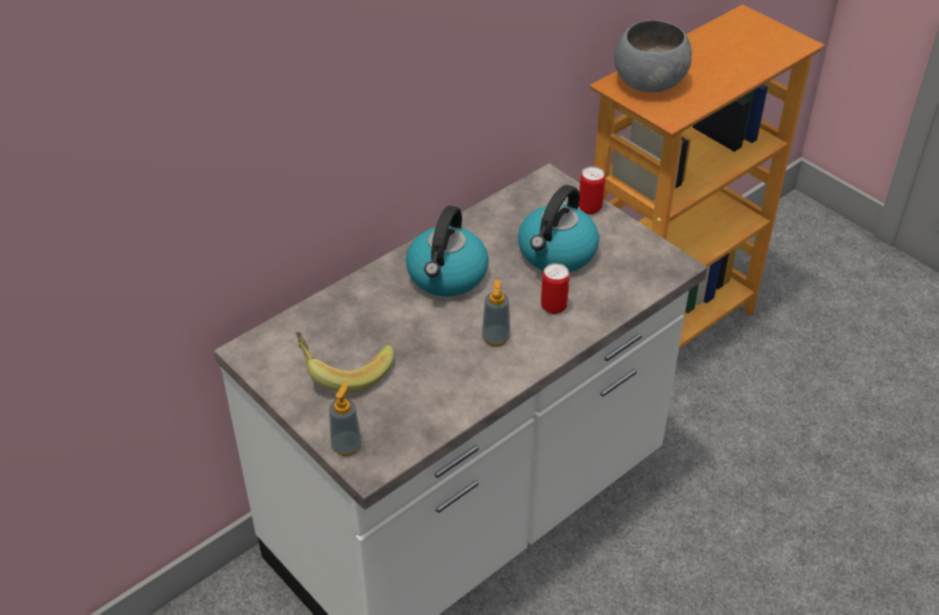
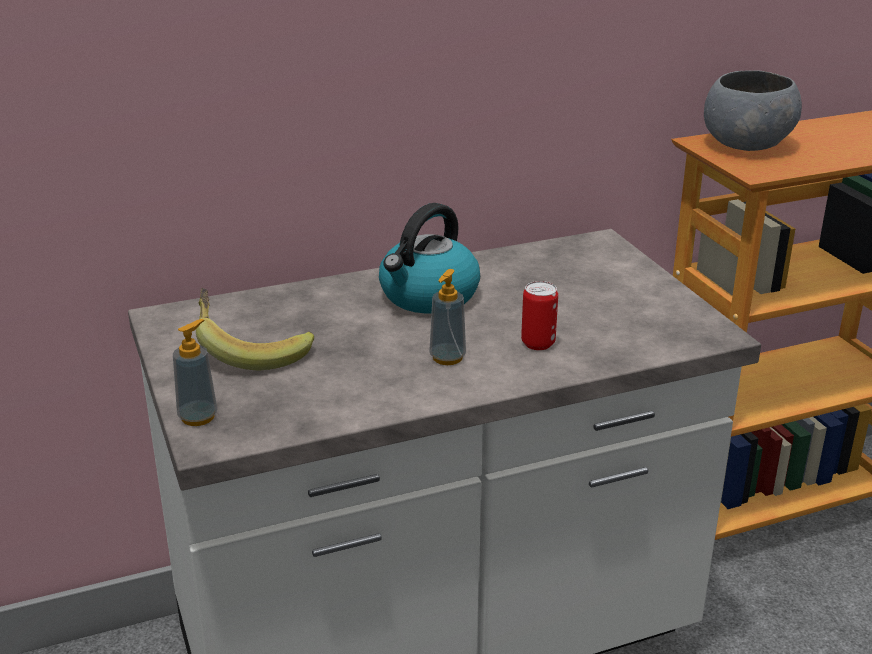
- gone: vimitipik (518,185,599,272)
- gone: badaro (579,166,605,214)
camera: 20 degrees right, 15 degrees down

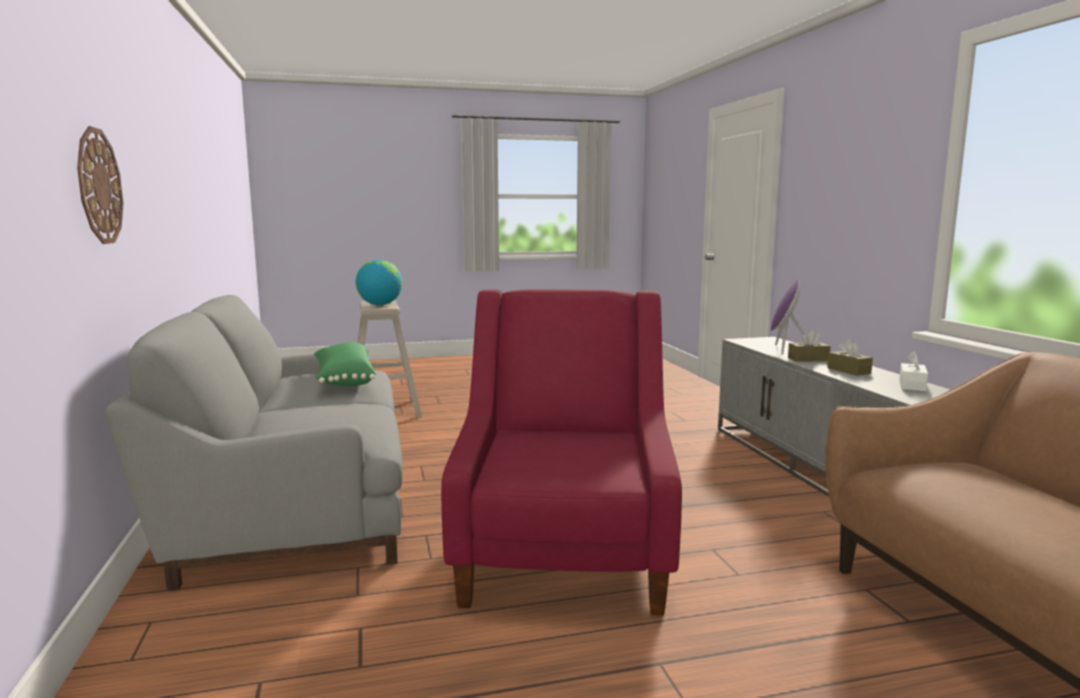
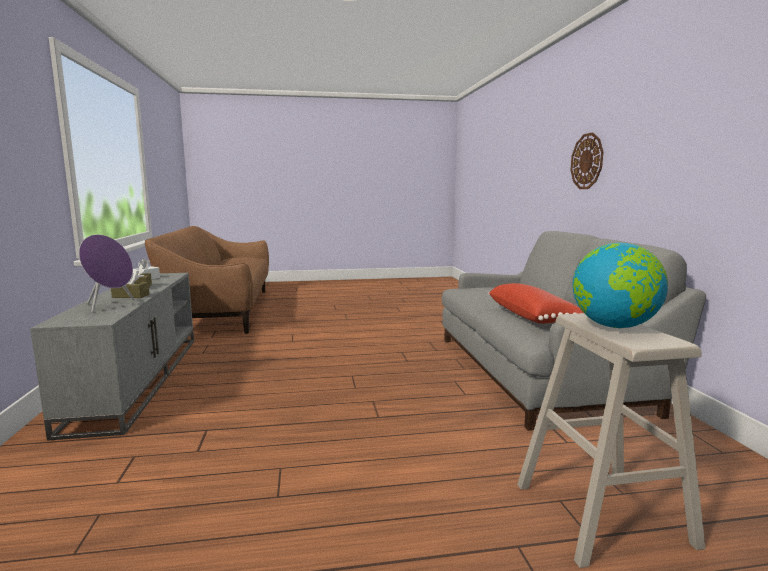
- gone: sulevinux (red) (441,289,682,615)
- repainted: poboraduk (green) (314,342,376,386) to poboraduk (red) (488,283,584,324)
camera: 175 degrees left, 0 degrees up

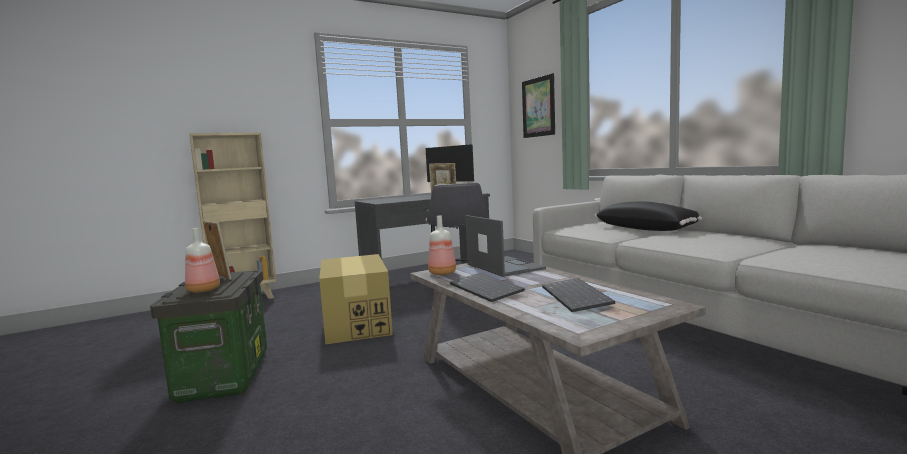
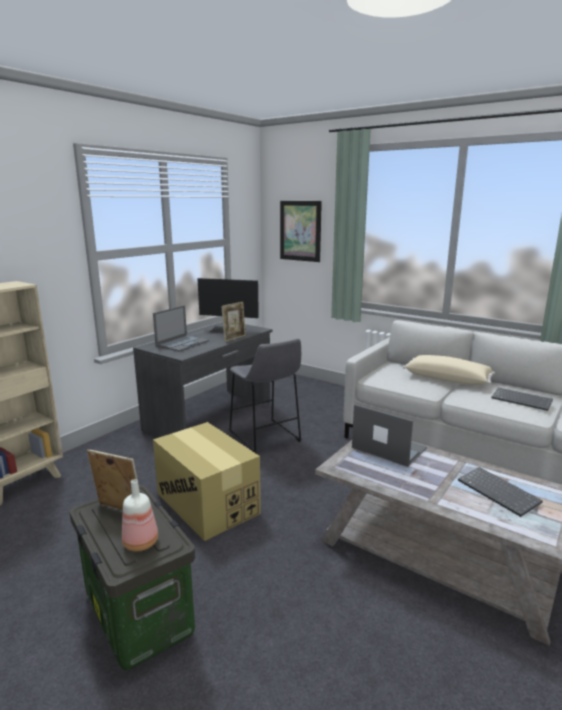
- gone: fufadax (428,215,456,275)
- new: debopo (153,305,209,352)
- shifted: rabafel (450,273,525,302) to (491,388,553,411)
- repainted: poboraduk (black) (594,201,702,231) to poboraduk (beige) (403,355,495,385)
camera: 25 degrees left, 10 degrees up

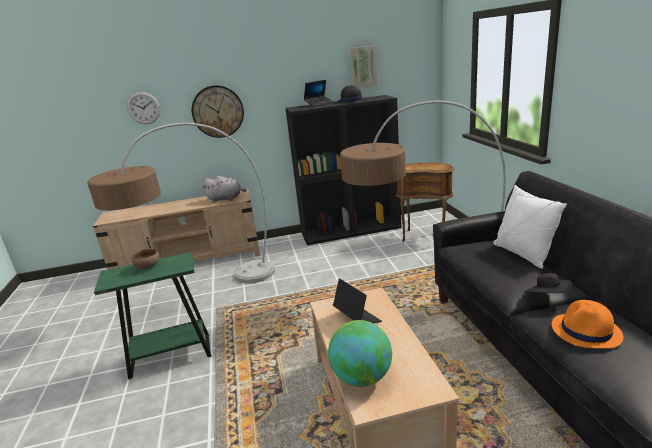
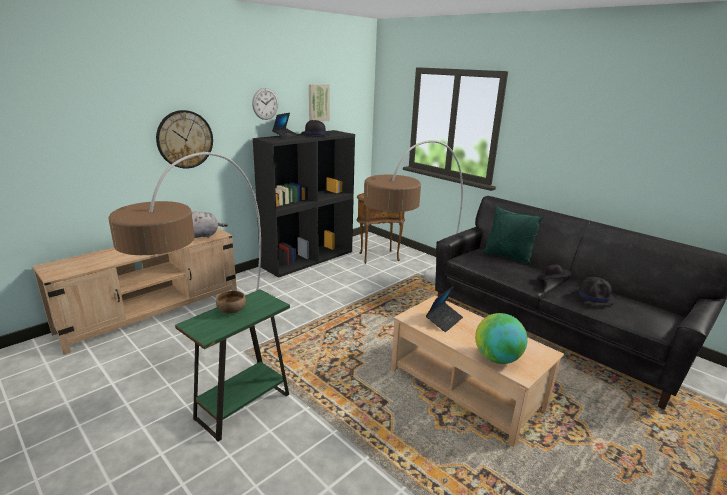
- shifted: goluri (127,92,161,124) to (252,88,278,120)
- repainted: poboraduk (white) (493,185,567,269) to poboraduk (green) (483,206,544,265)
- repainted: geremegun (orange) (552,300,624,348) to geremegun (black) (572,277,616,306)
- rotated: debopo (333,278,382,323) = (426,286,463,332) 105 degrees clockwise
camera: 35 degrees left, 0 degrees up

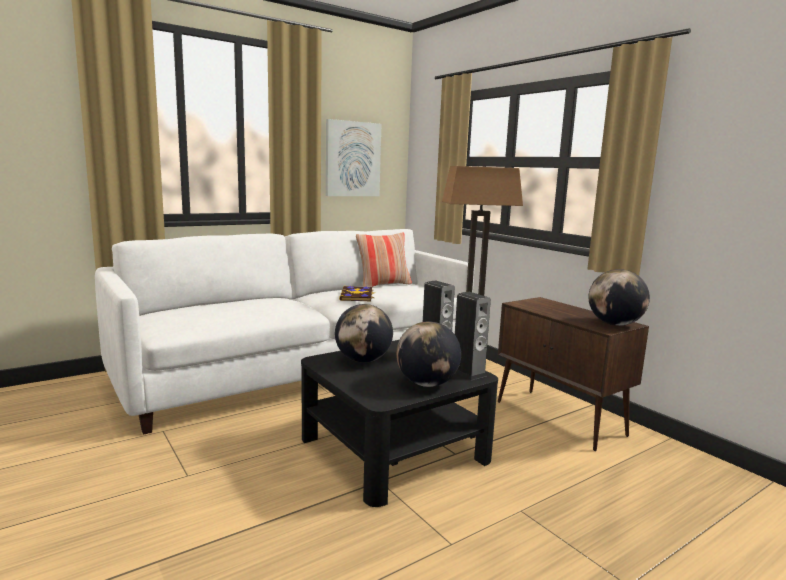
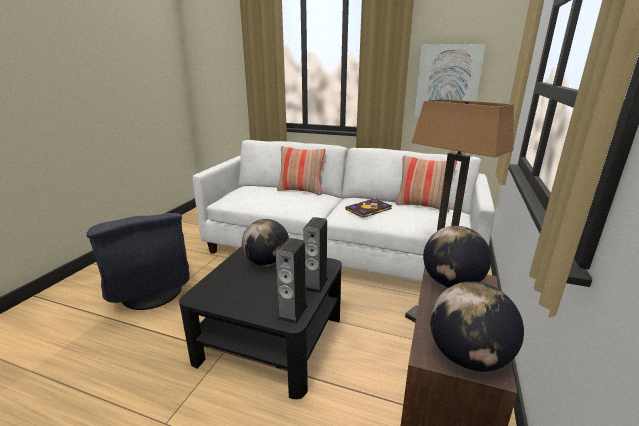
- new: sulevinux (grey) (87,213,190,310)
- new: poboraduk (277,146,325,195)
- shifted: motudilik (396,321,461,387) to (423,226,491,288)
camera: 55 degrees right, 10 degrees up

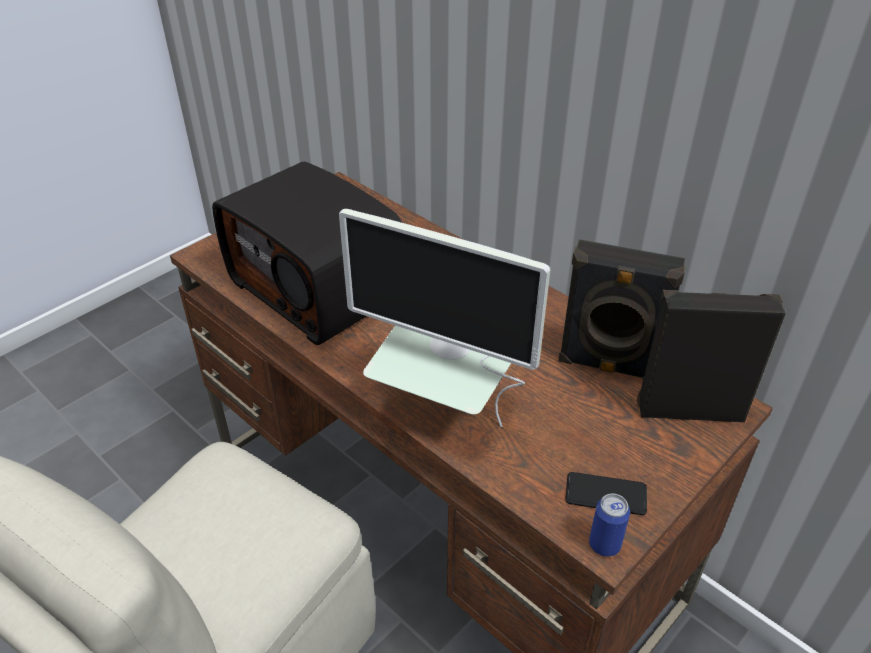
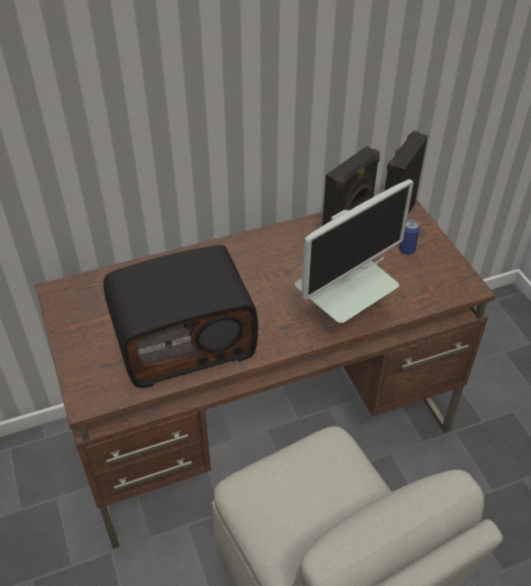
- gone: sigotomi (565,472,647,515)
- shifted: badaro (589,494,630,556) to (399,219,420,255)
camera: 65 degrees left, 5 degrees up

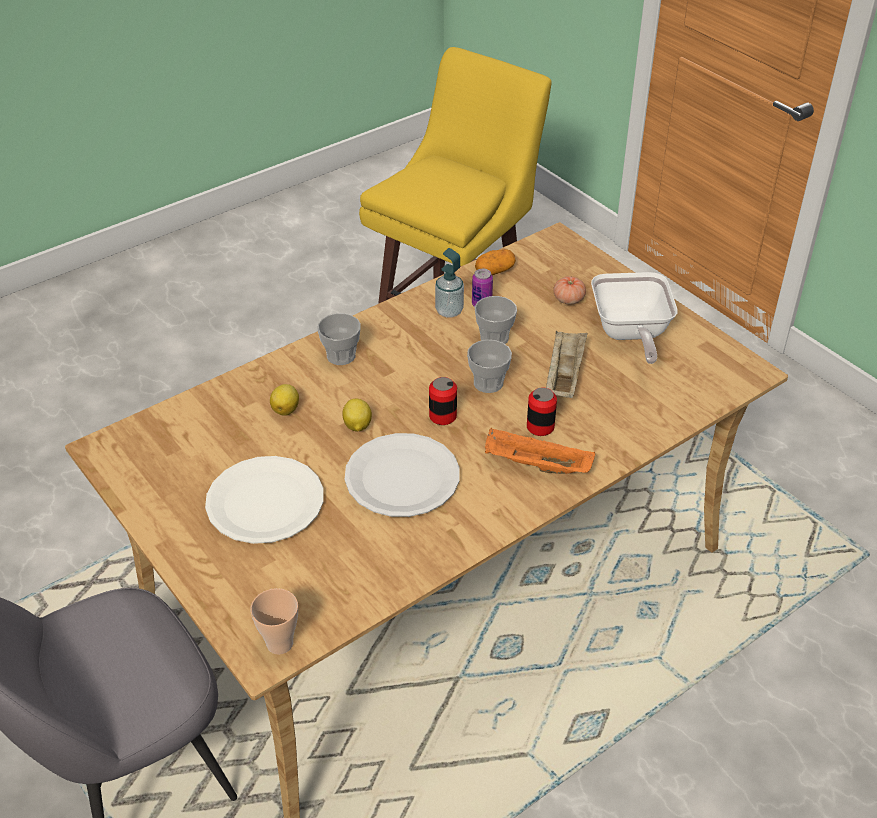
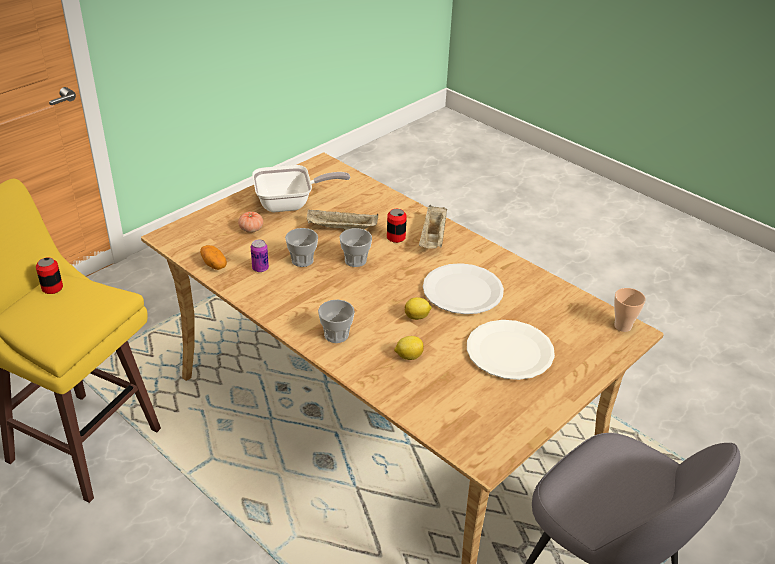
- gone: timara (435,248,464,318)
- shifted: badaro (429,377,457,425) to (36,258,63,294)
- repainted: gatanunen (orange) (485,428,595,474) to gatanunen (beige) (419,205,447,248)
camera: 100 degrees left, 5 degrees down

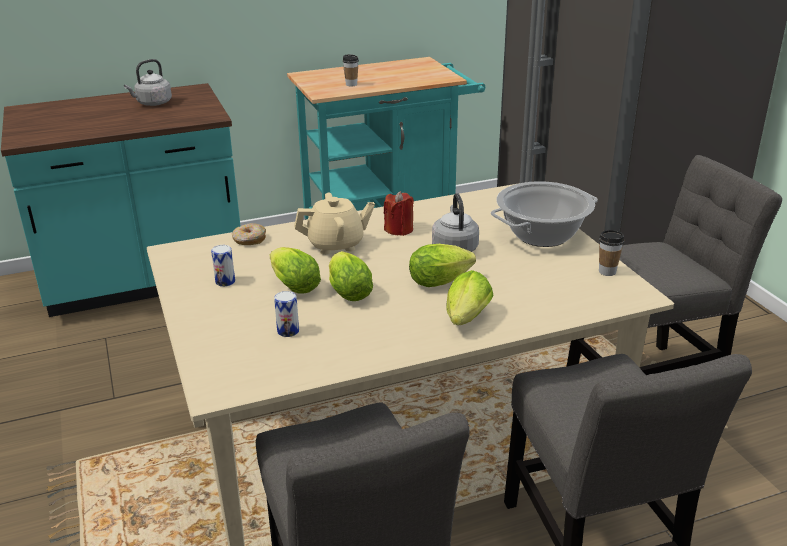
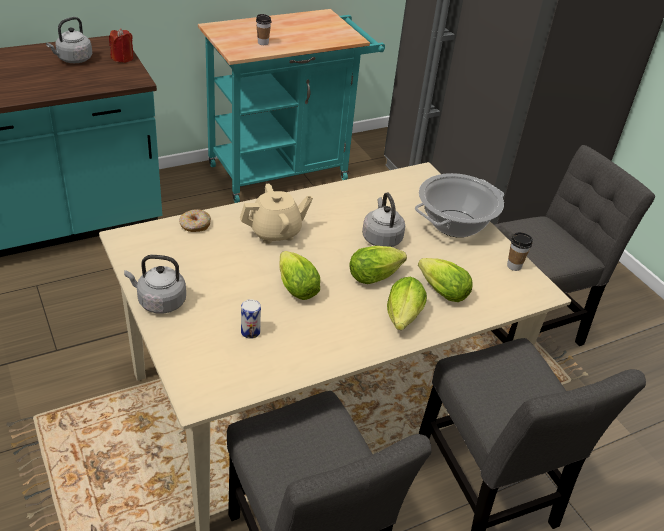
- gone: badaro (211,245,235,287)
- new: vimitipik (grey) (124,255,186,314)
- shifted: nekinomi (270,247,321,294) to (418,258,473,302)
- shifted: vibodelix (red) (384,191,414,236) to (109,28,133,63)
camera: 10 degrees left, 10 degrees up

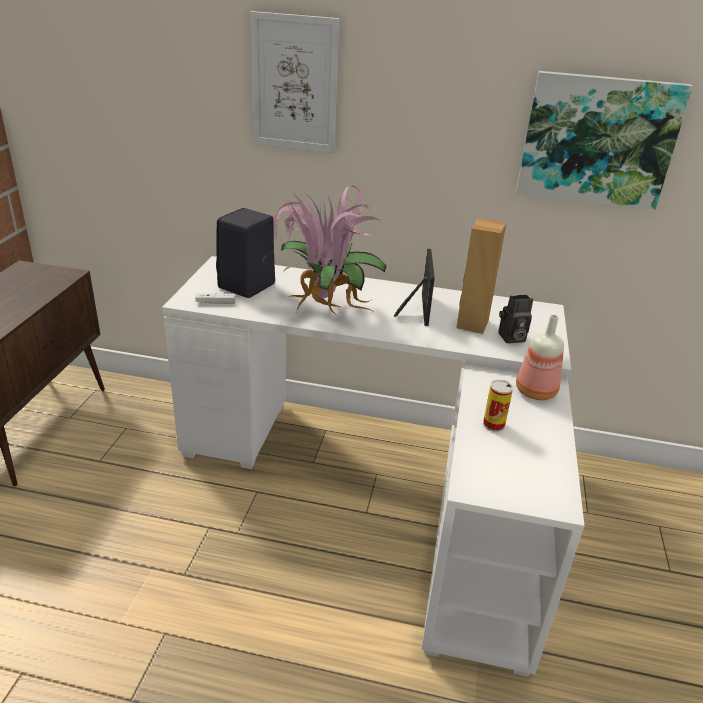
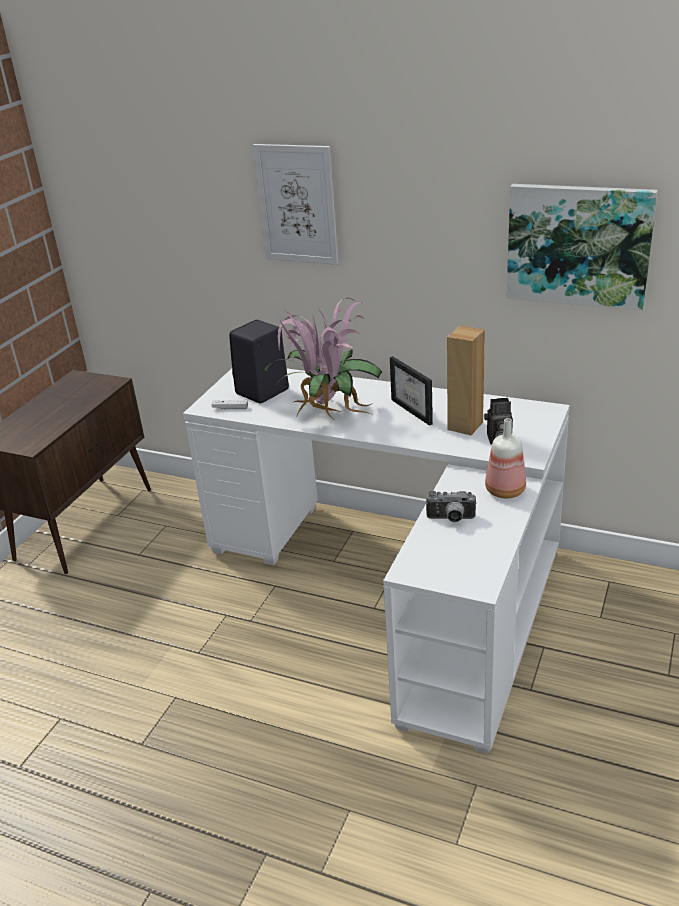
- swapped: badaro (483,380,513,432) to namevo (426,491,477,522)
- rotated: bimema (394,249,435,326) = (390,356,433,426) 135 degrees clockwise
camera: 15 degrees right, 0 degrees up

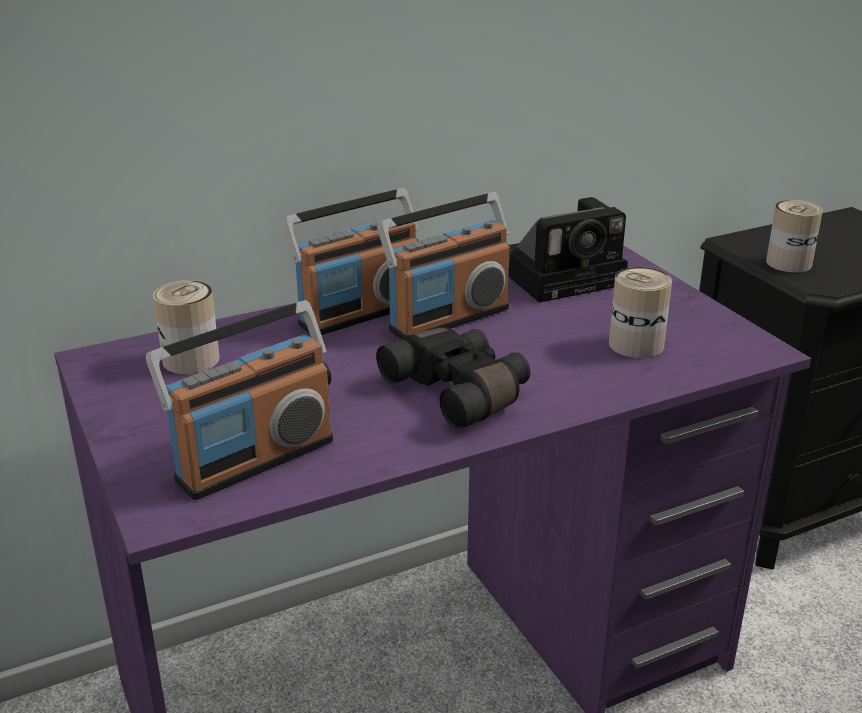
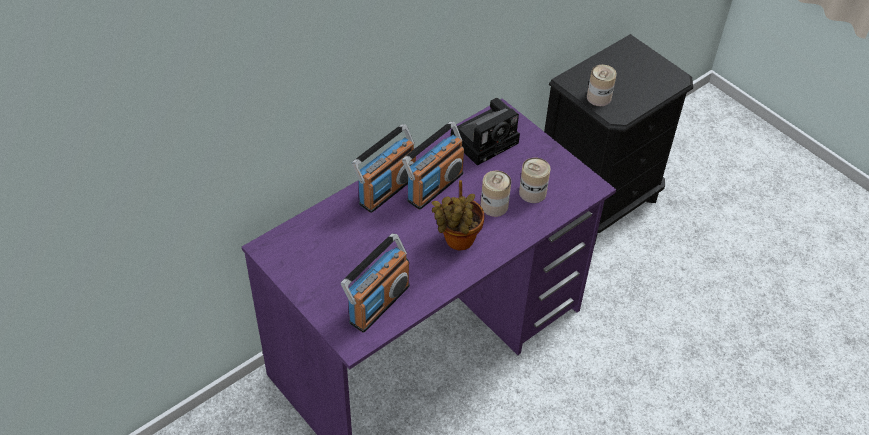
- shifted: badaro (153,280,220,374) to (481,171,511,217)
- swapped: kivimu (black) (376,327,531,429) to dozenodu (432,180,485,250)
camera: 15 degrees left, 20 degrees up

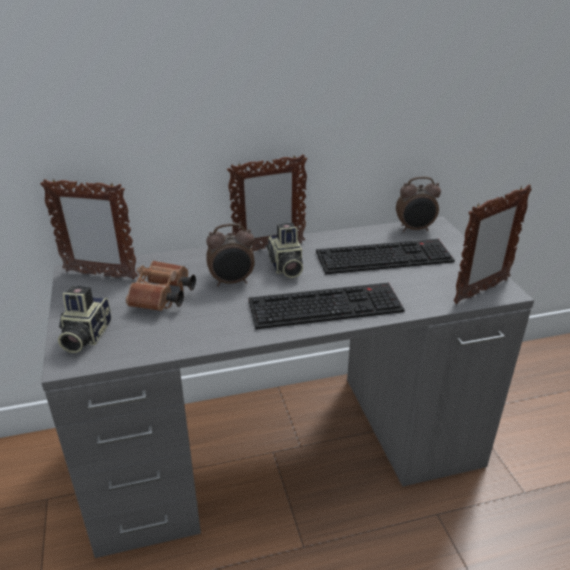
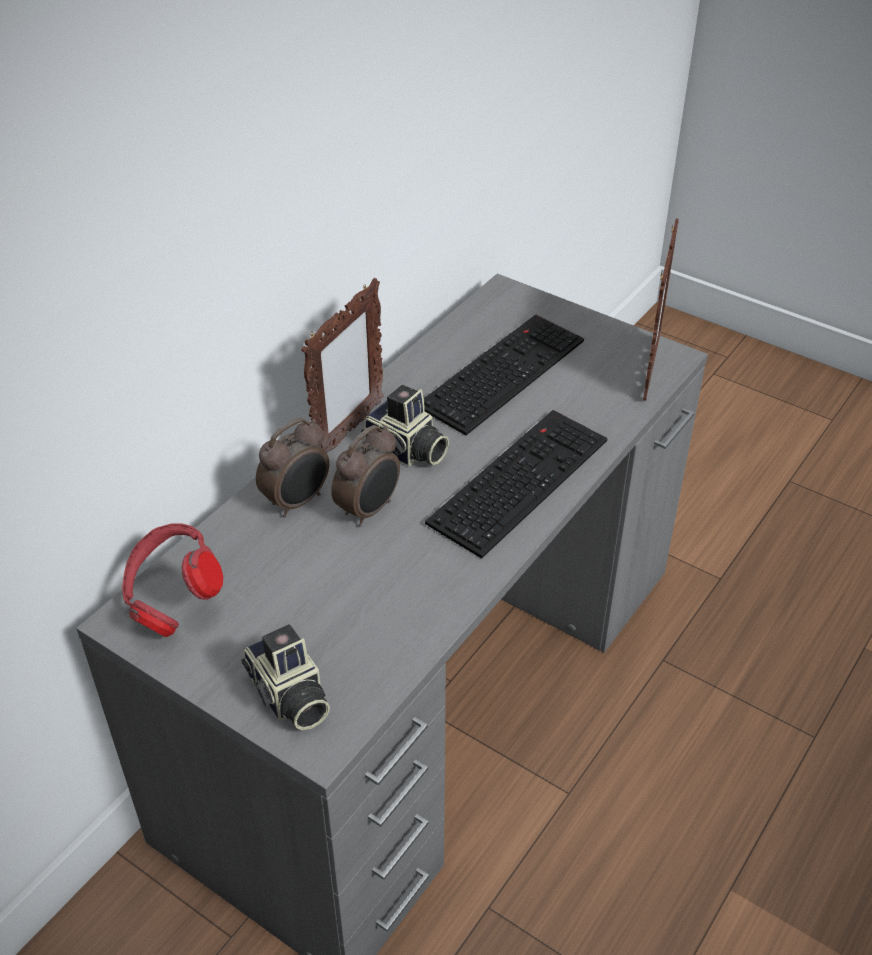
- gone: kivimu (brown) (126,261,196,311)
- shifted: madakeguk (396,176,441,232) to (256,418,329,517)
- swapped: bimema (40,178,138,280) to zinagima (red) (122,523,223,637)
camera: 40 degrees left, 10 degrees up

